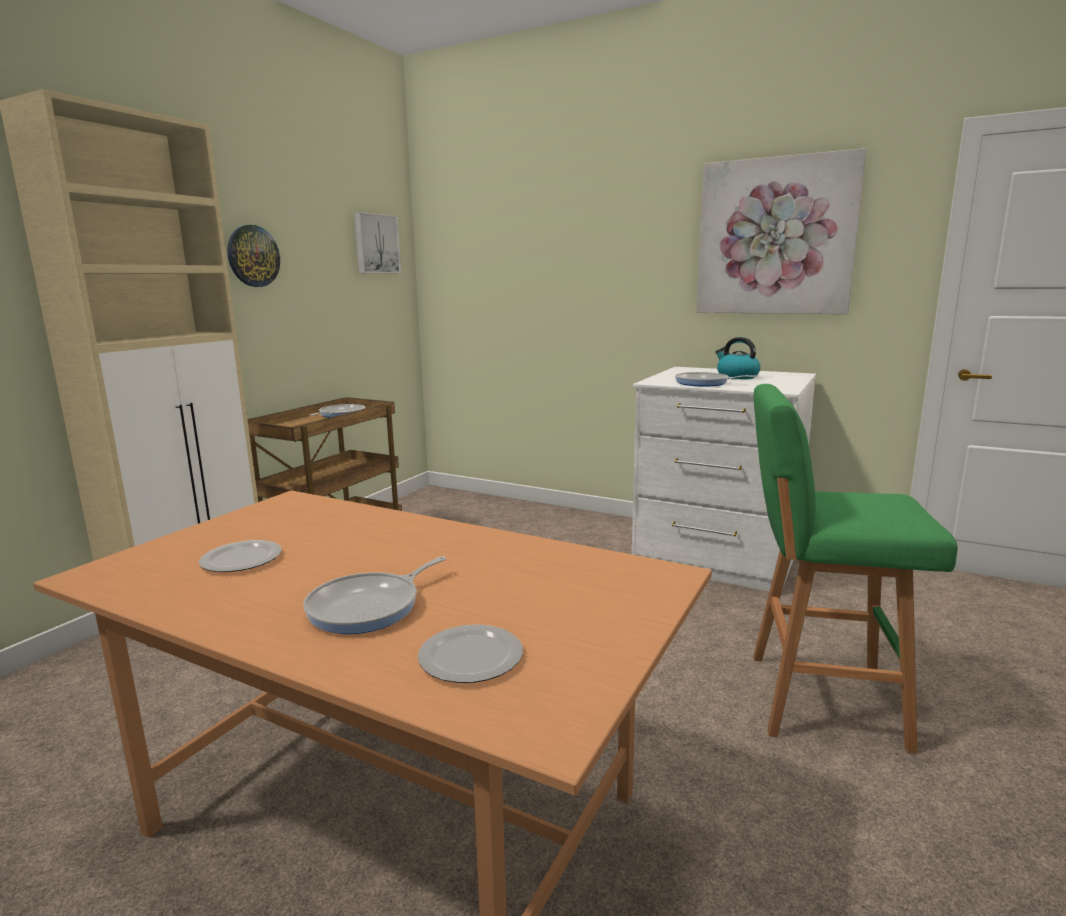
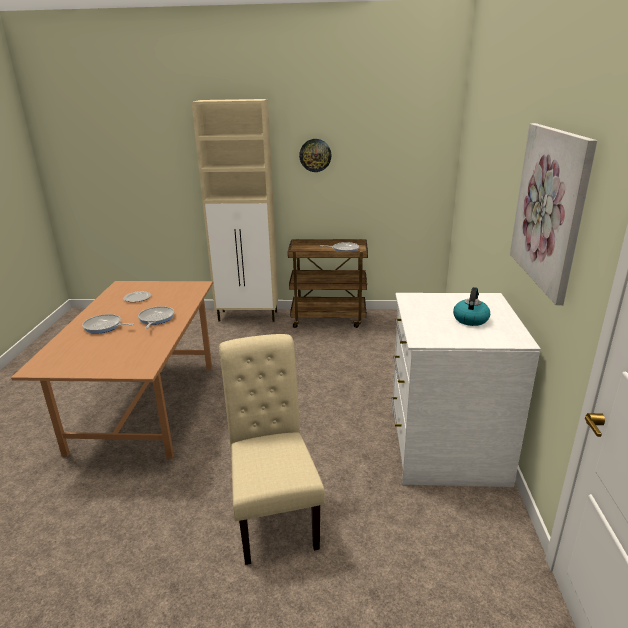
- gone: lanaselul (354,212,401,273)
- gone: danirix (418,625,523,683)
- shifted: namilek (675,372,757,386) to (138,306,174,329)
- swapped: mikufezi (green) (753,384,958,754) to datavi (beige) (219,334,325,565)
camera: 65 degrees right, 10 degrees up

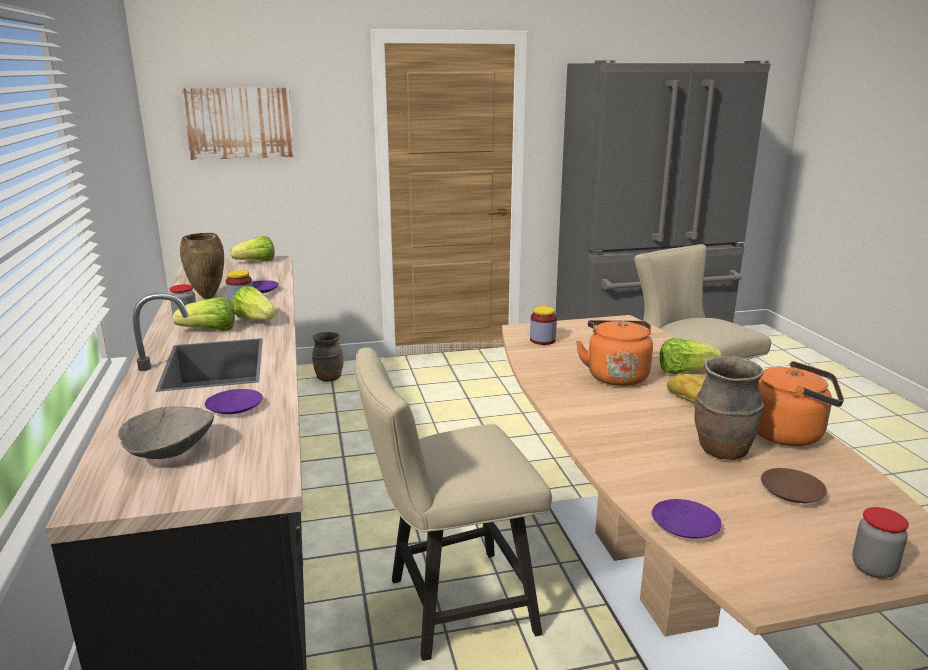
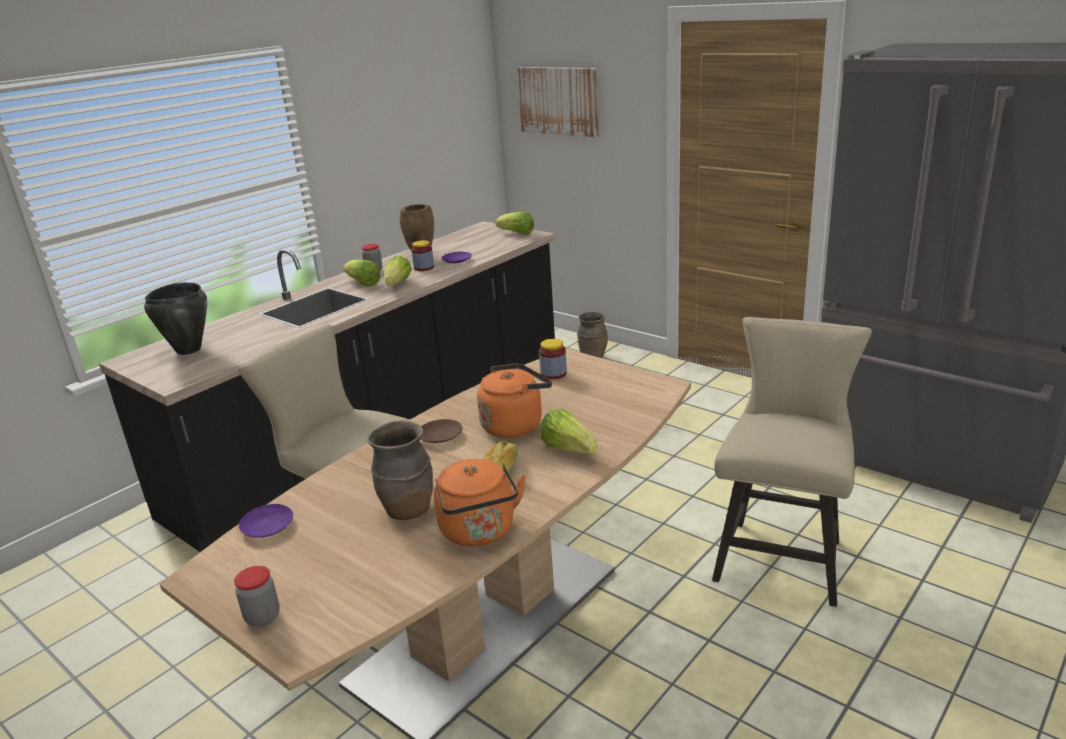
- gone: danirix (purple) (205,389,263,414)
- shifted: danirix (brown) (761,468,827,503) to (420,419,463,443)
- swapped: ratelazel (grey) (118,407,214,459) to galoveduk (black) (144,282,207,355)
camera: 55 degrees right, 5 degrees up

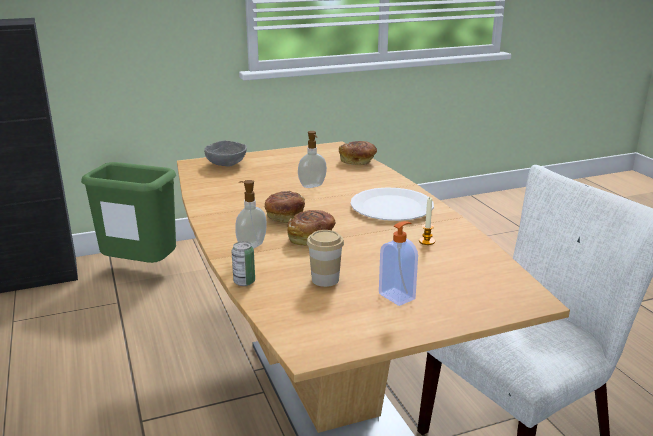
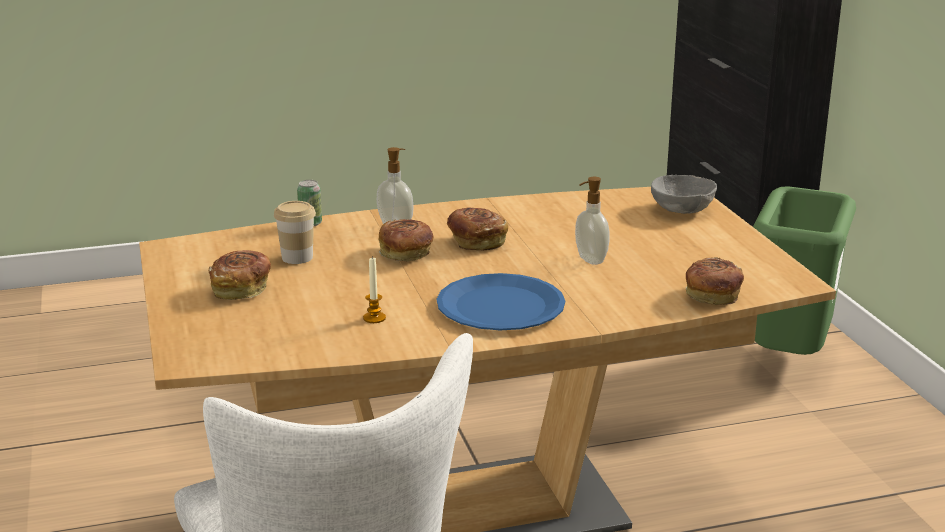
- swapped: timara (379,221,418,306) to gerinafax (209,250,271,300)
- repainted: danirix (white) (350,187,434,221) to danirix (blue) (437,273,565,330)
camera: 95 degrees right, 0 degrees up

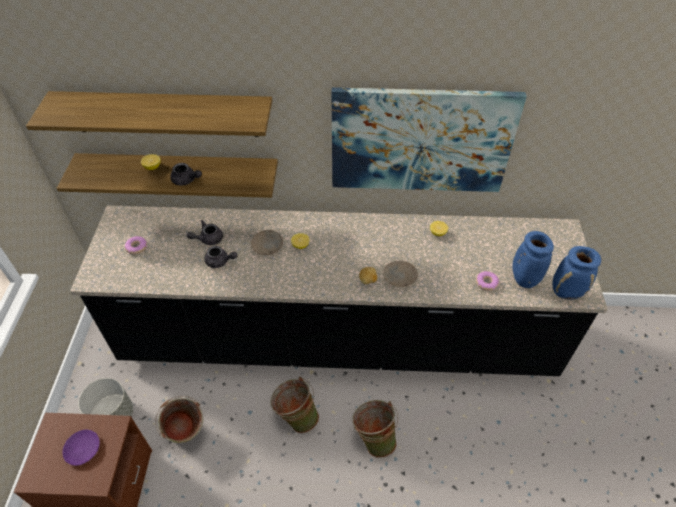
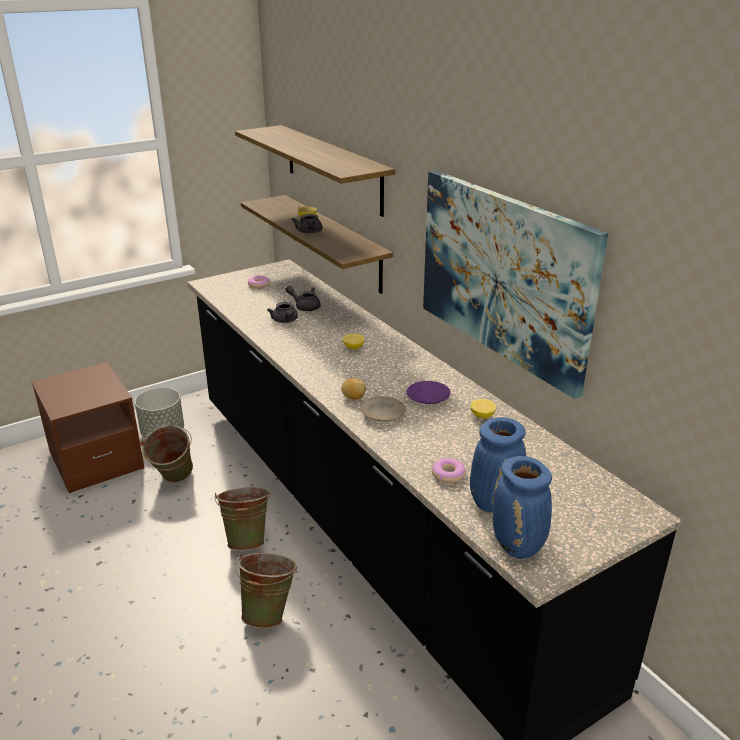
- gone: danirix (beige) (251,230,283,255)
- shifted: danirix (purple) (62,430,100,466) to (406,381,451,404)
camera: 55 degrees right, 20 degrees down

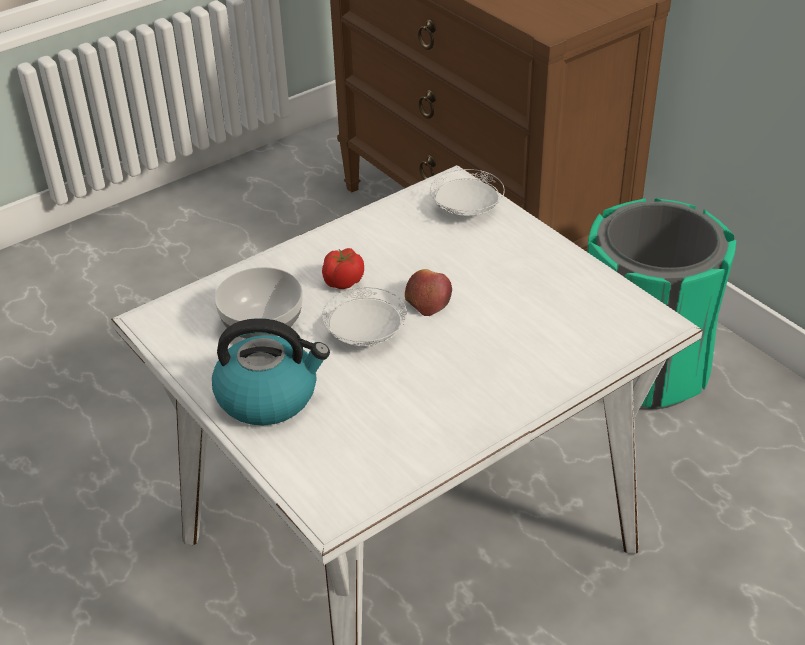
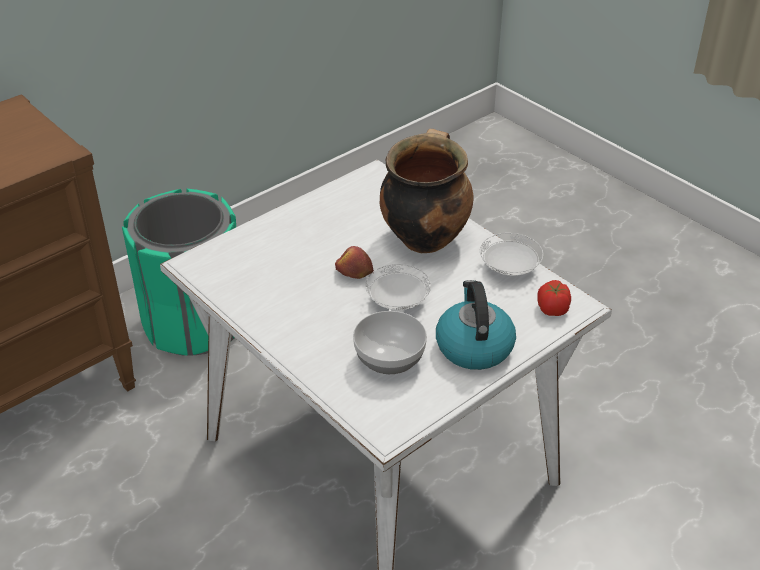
- new: galoveduk (380,129,474,253)
- shifted: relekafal (322,248,364,289) to (537,280,571,316)
- shifted: danirix (white) (430,169,505,216) to (480,233,543,276)
camera: 95 degrees left, 0 degrees up

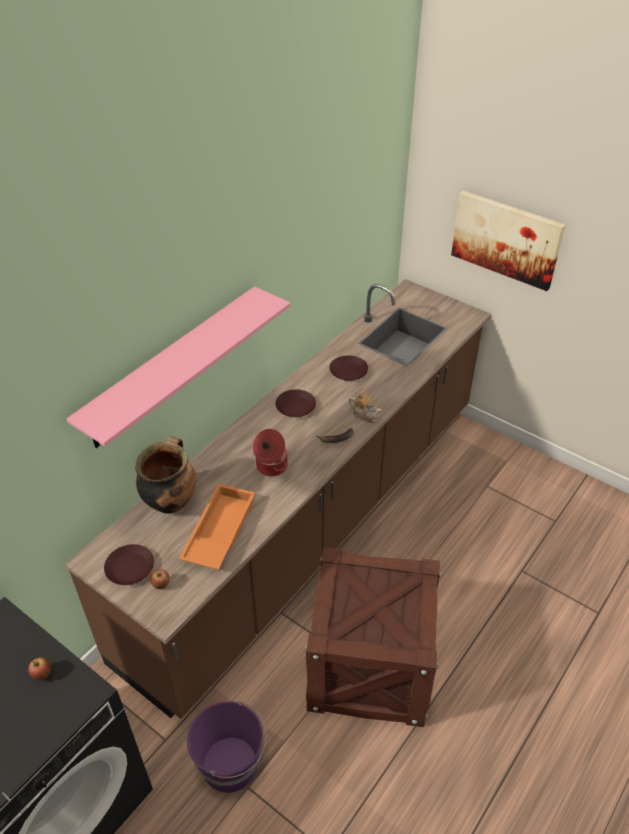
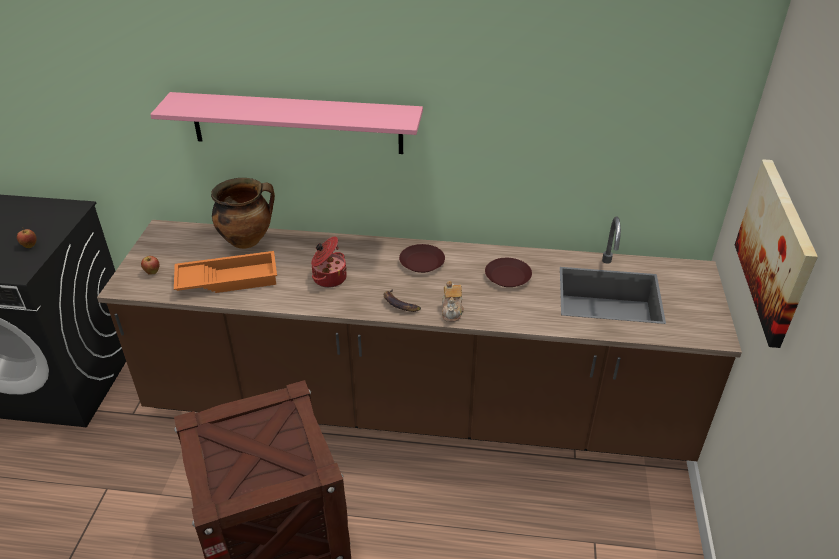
- gone: danirix (brown) (104,544,154,585)
- gone: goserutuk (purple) (187,701,267,793)
camera: 60 degrees right, 5 degrees down

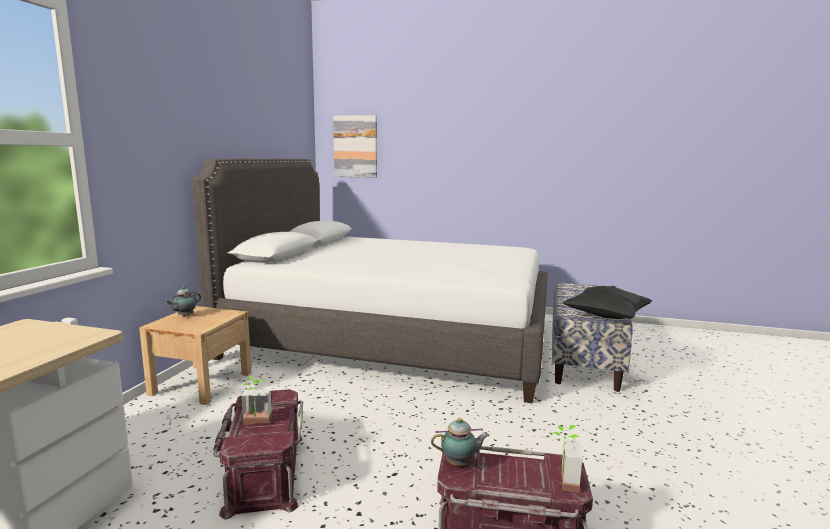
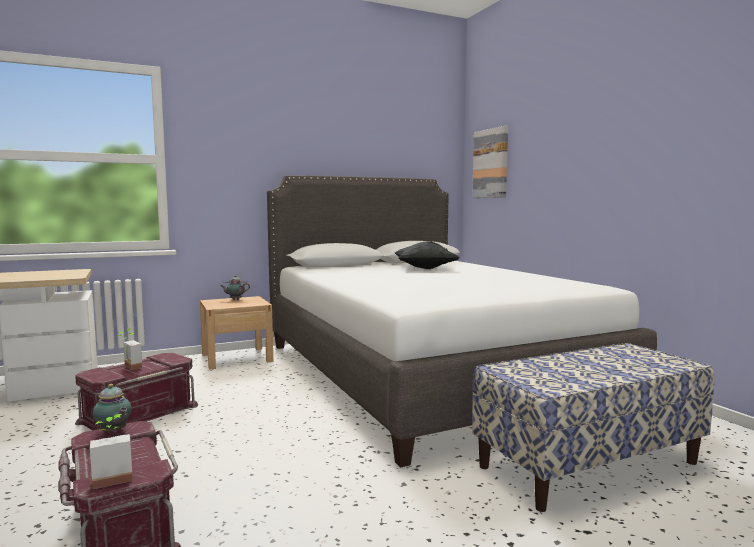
- shifted: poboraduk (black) (563,286,652,319) to (395,241,460,269)
camera: 50 degrees right, 5 degrees down

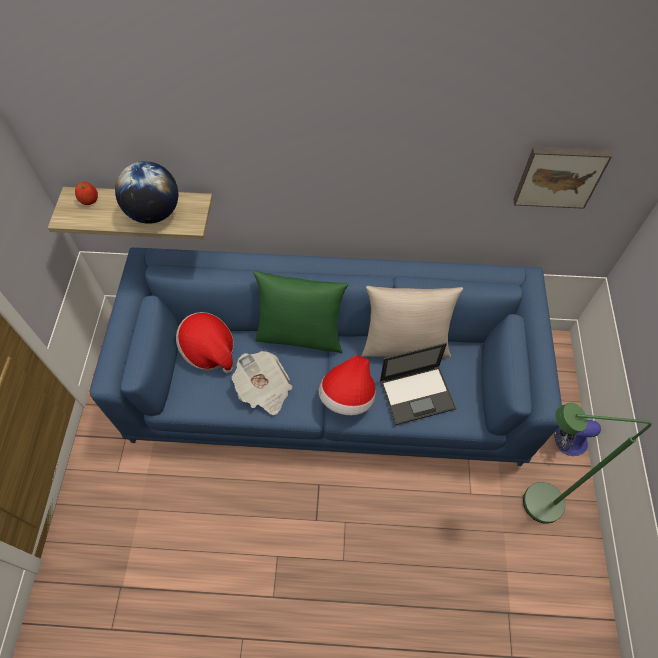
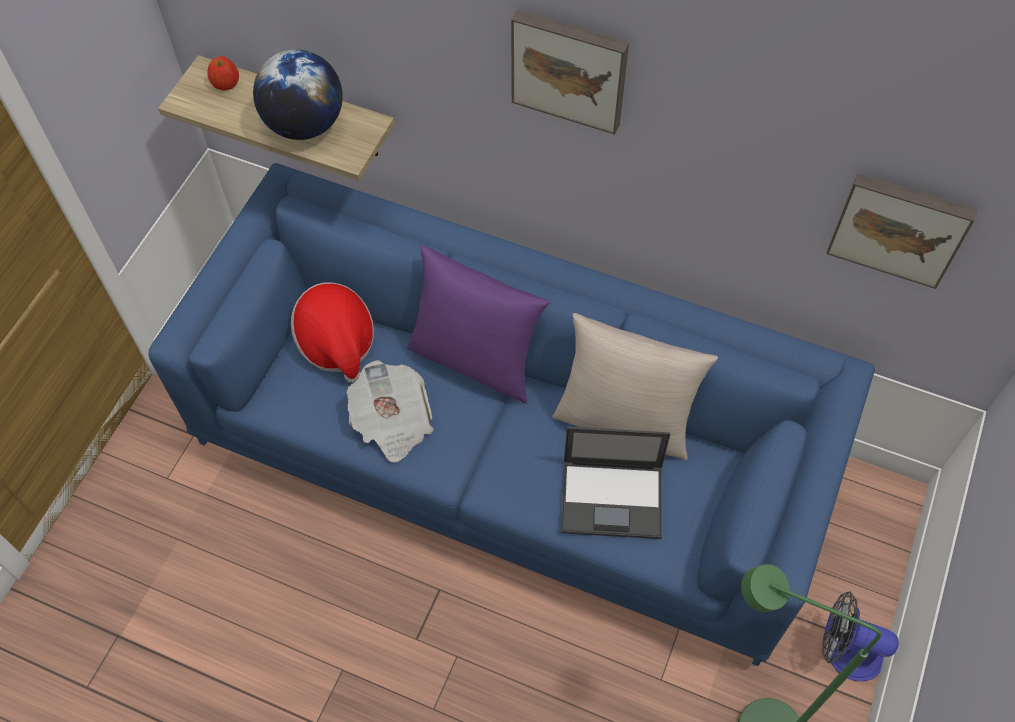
- gone: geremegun (319,355,376,415)
- new: lanaselul (511,10,629,135)
- repainted: poboraduk (green) (253,271,348,353) to poboraduk (purple) (407,245,550,404)
camera: 20 degrees right, 0 degrees up

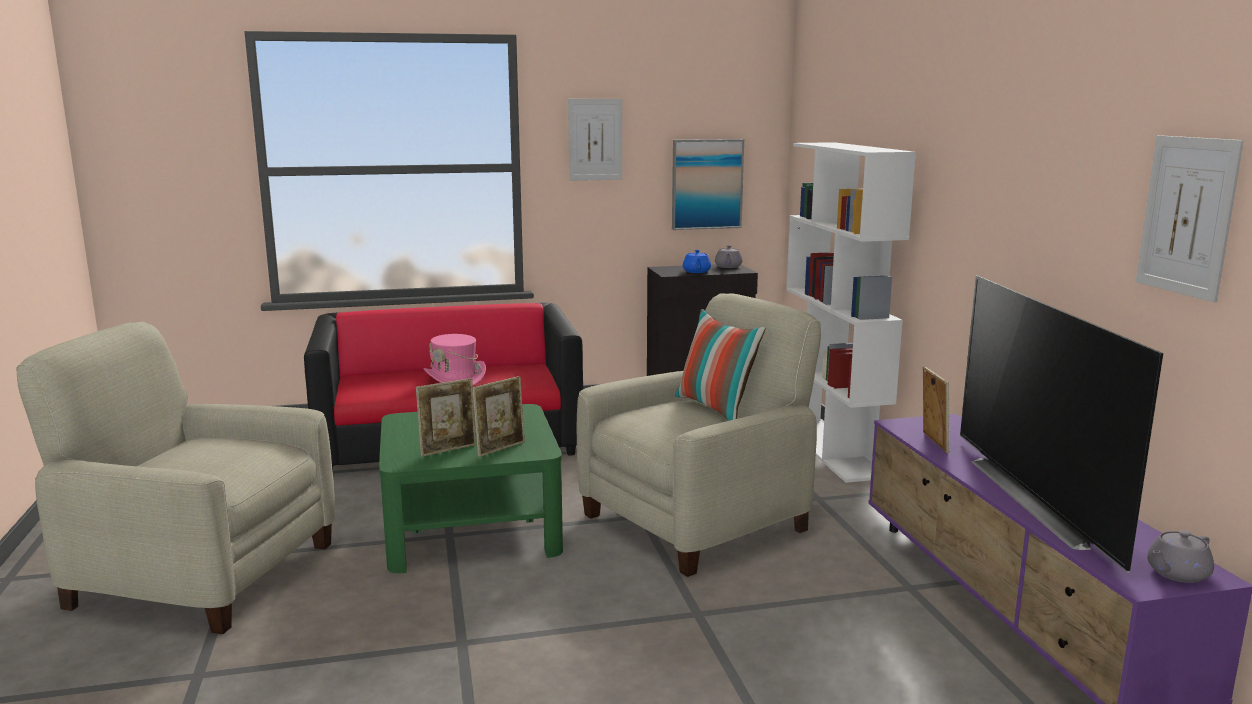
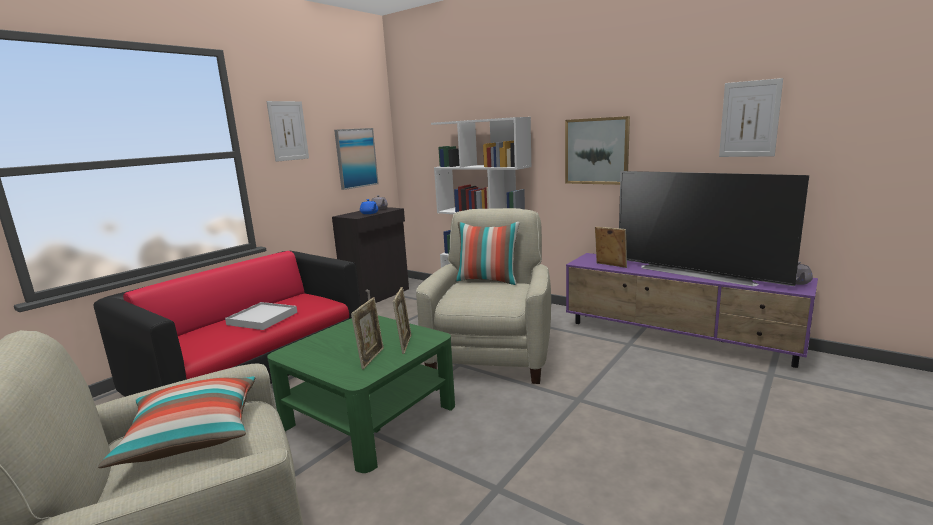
- new: poboraduk (98,376,255,468)
- new: lanaselul (565,116,630,185)
- swapped: geremegun (pink) (424,334,486,386) to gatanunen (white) (225,302,297,330)
camera: 40 degrees left, 0 degrees up

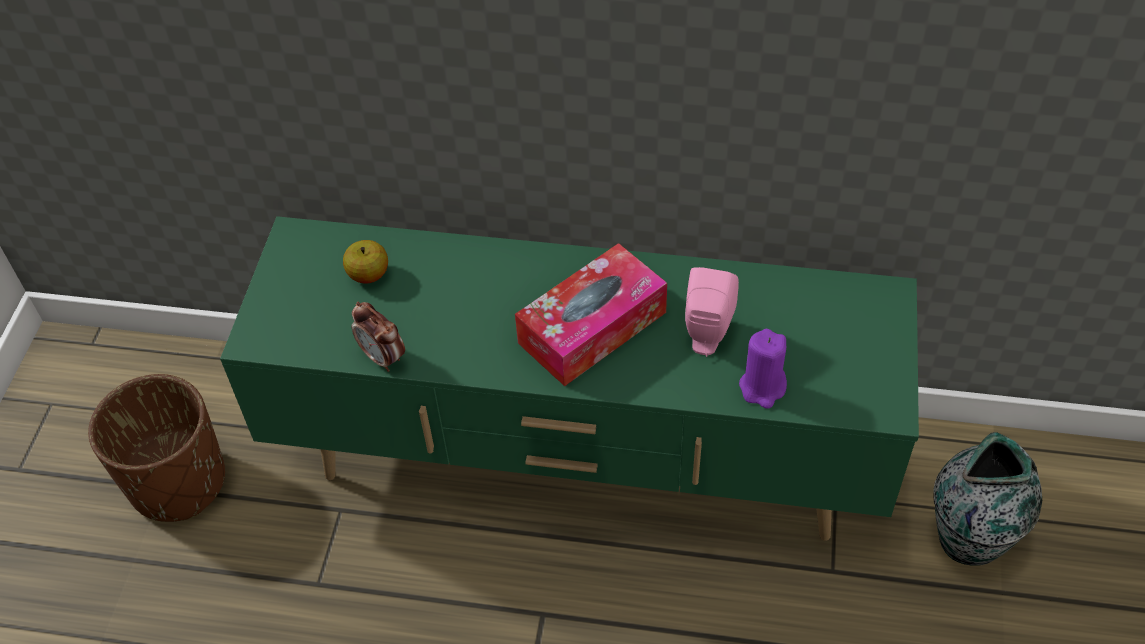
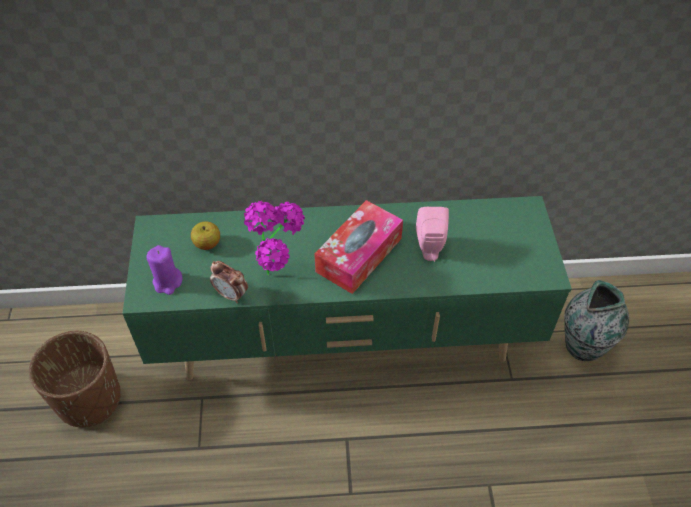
- new: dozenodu (244,201,305,275)
- shifted: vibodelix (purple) (739,329,787,409) to (146,245,182,295)
camera: 15 degrees left, 0 degrees up

